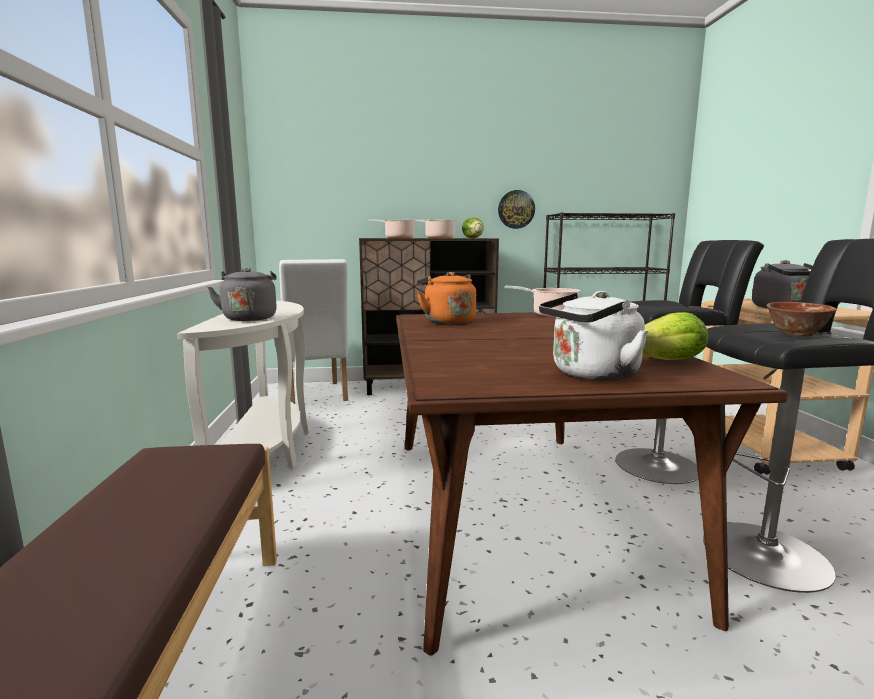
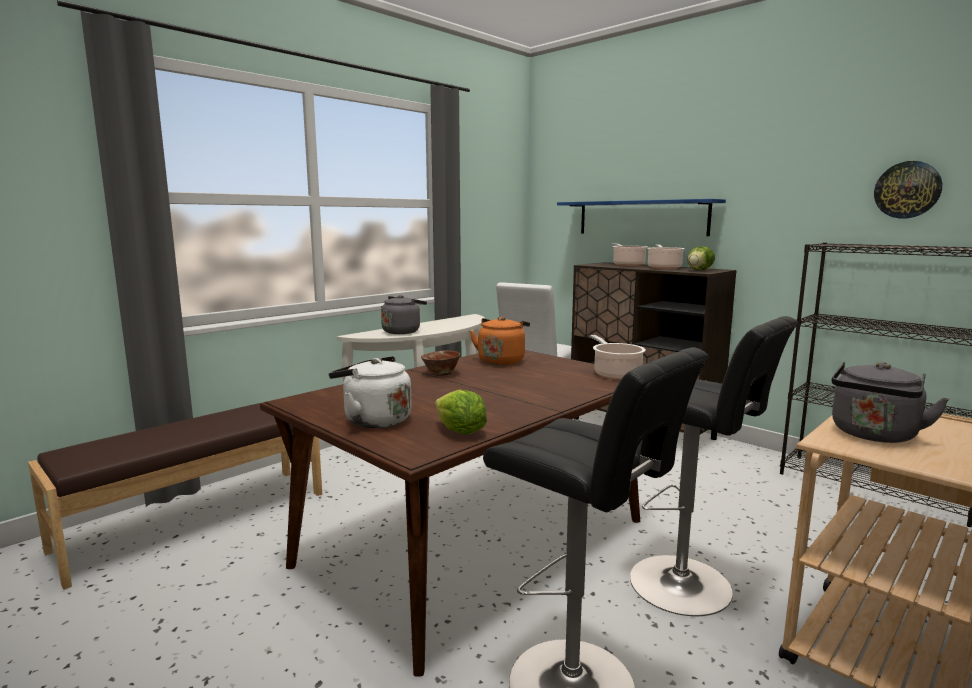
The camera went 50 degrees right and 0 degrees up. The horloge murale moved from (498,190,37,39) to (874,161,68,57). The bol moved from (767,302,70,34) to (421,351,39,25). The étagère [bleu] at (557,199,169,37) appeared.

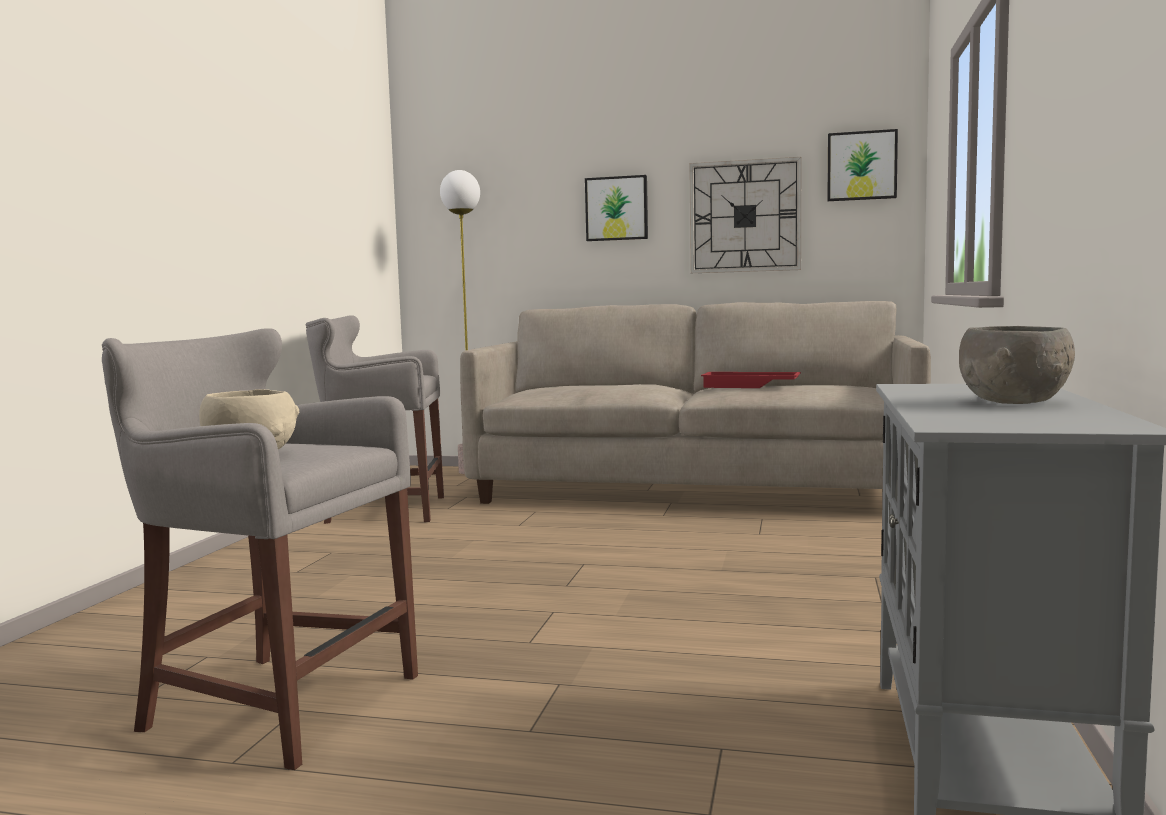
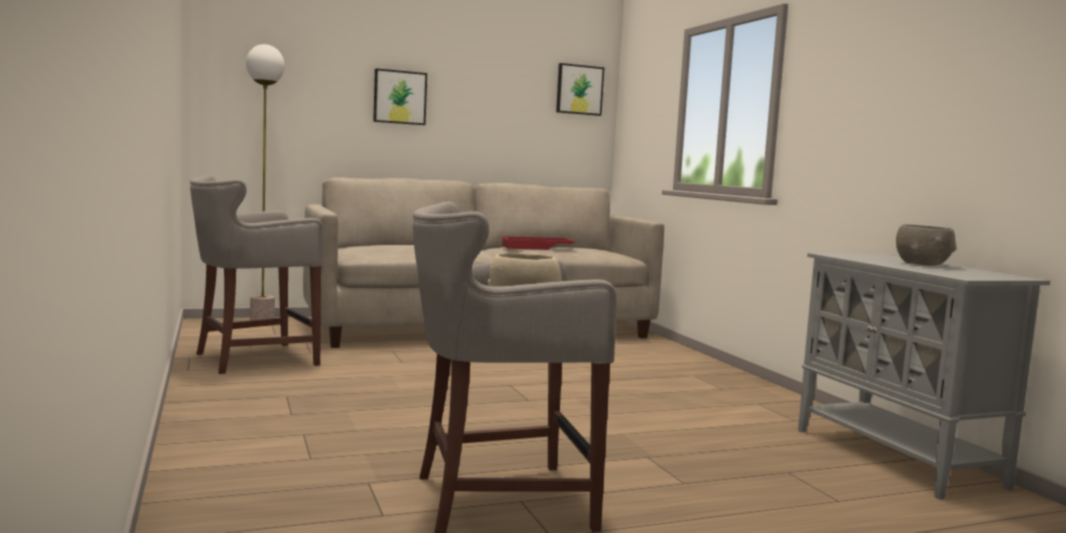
The camera went 35 degrees left and 0 degrees up. The horloge murale at (689,157,113,116) disappeared.

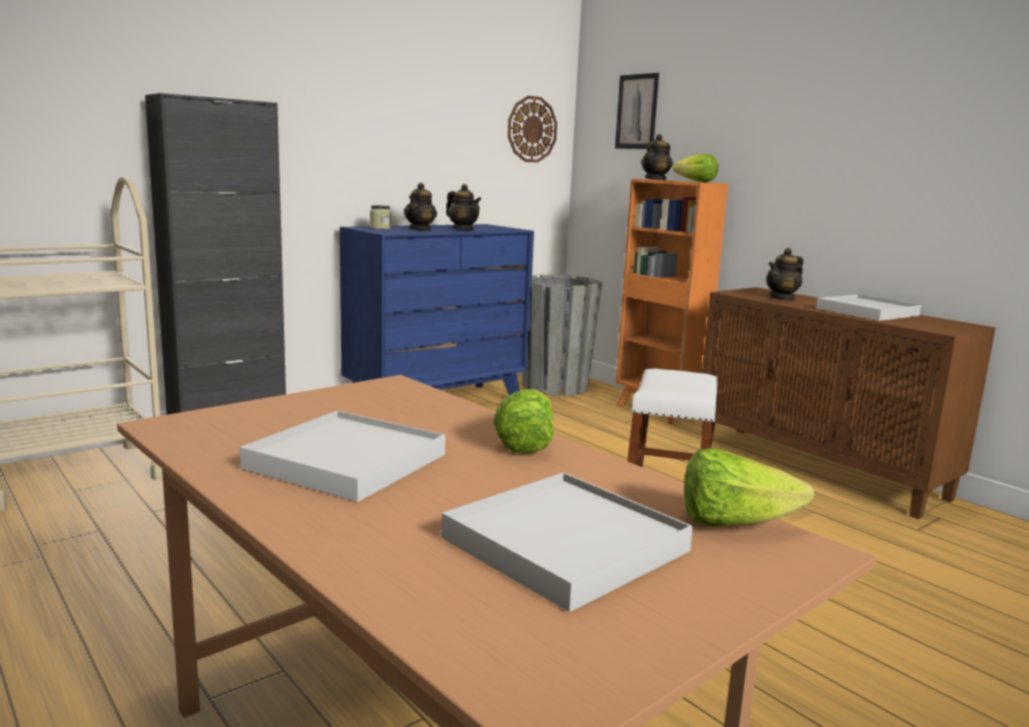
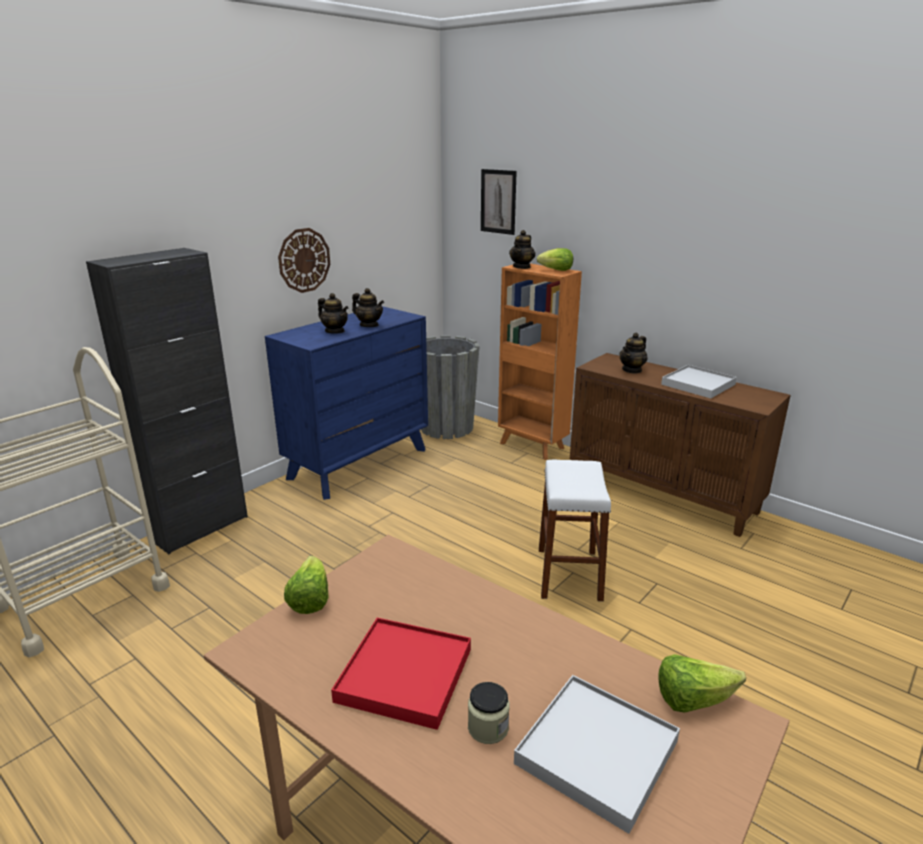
The camera went 10 degrees left and 10 degrees up. The plateau [blanc] at (240,410,205,92) became the plateau [rouge] at (331,617,140,113). The bocal moved from (370,205,21,24) to (468,682,42,62). The théière at (404,183,33,48) turned 60 degrees counterclockwise. The laitue moved from (493,389,61,65) to (284,555,44,59). The horloge murale moved from (508,96,49,67) to (278,228,52,65).

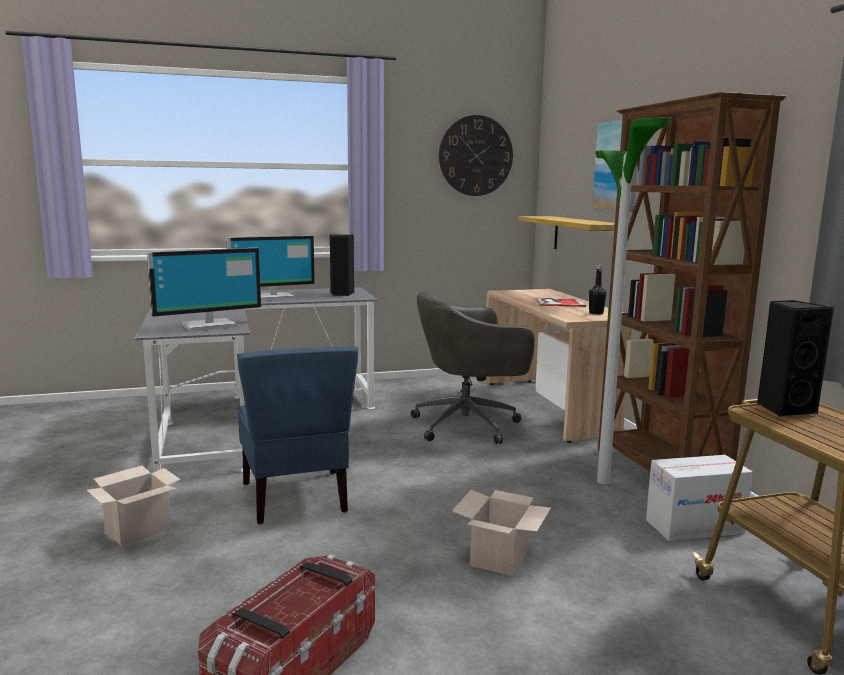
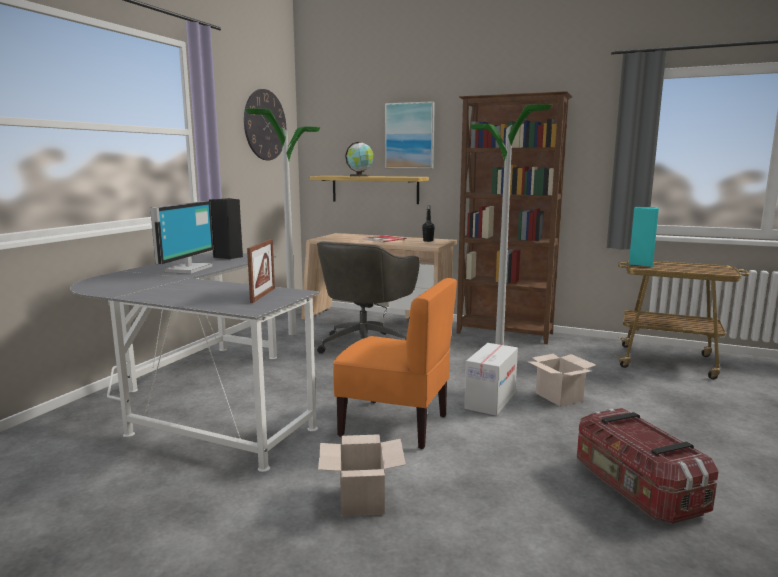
The camera went 50 degrees left and 0 degrees up. The écran d'ordinateur at (147,248,114,84) was replaced by the cadre photo at (247,239,28,64). The chaise [bleu] at (237,346,121,178) became the chaise [orange] at (333,278,124,171). The carton moved from (646,455,107,86) to (464,343,54,73). The enceinte [noir] at (757,300,77,117) became the enceinte [turquoise] at (629,207,30,60). The lampadaire at (246,108,74,227) appeared. The globe at (345,142,29,35) appeared.

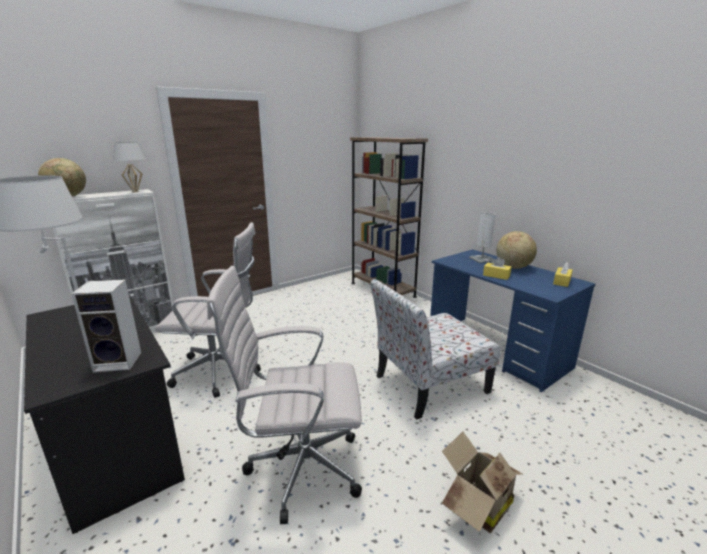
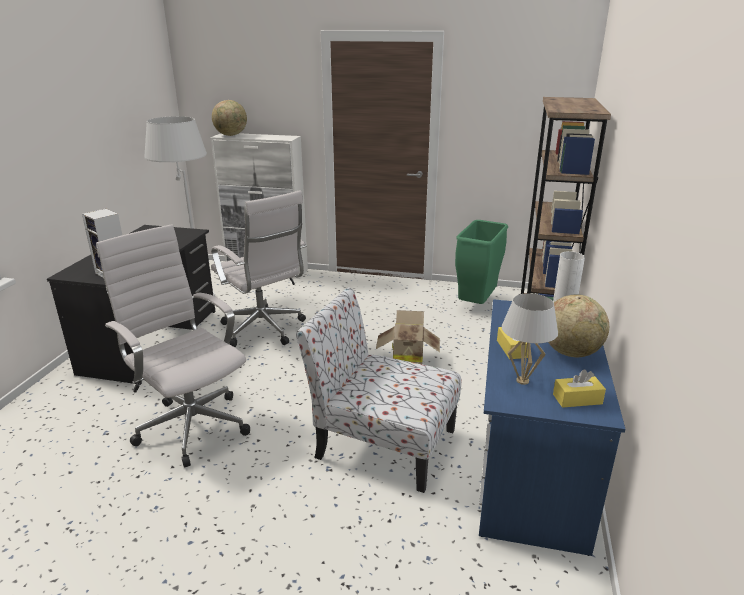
The camera went 50 degrees right and 5 degrees up. The lampe de table [blanc] moved from (113,142,32,51) to (502,293,56,92). The carton moved from (442,432,80,101) to (376,310,64,54). The poubelle [vert] at (455,220,53,84) appeared.

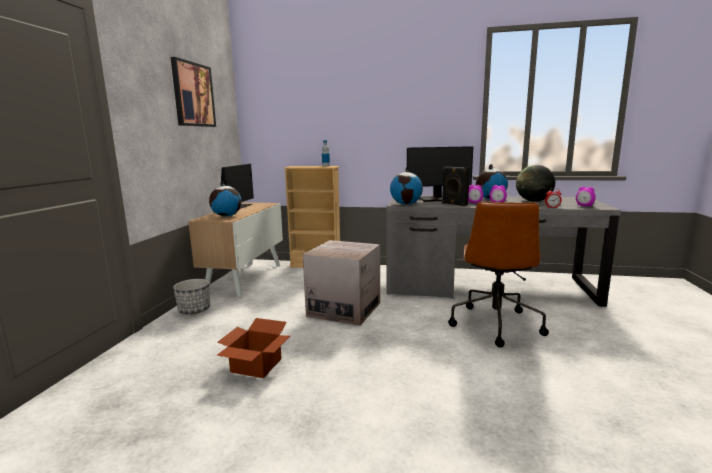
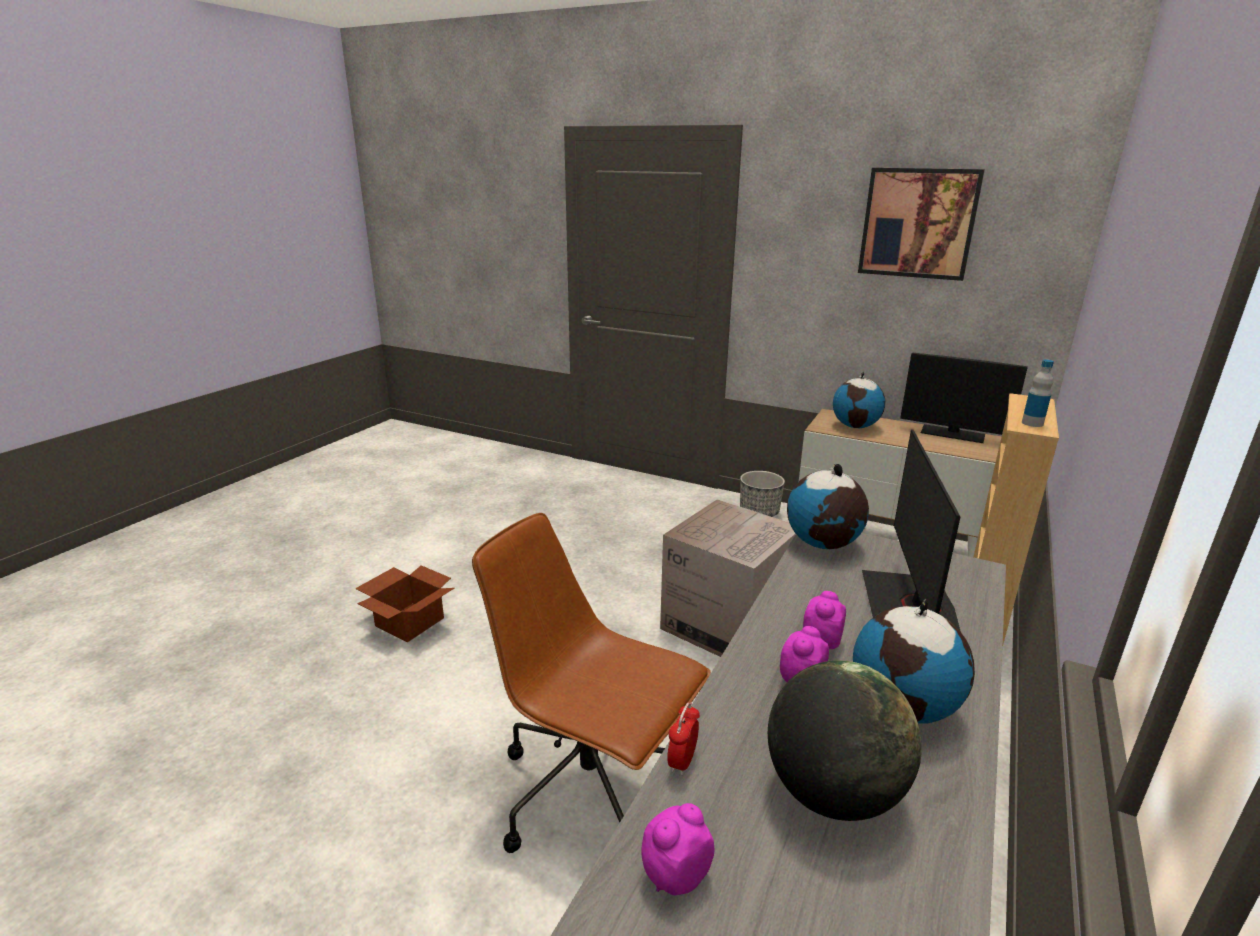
The camera went 105 degrees right and 10 degrees up. The carton moved from (216,318,74,60) to (355,565,99,78). The enceinte [noir] at (442,166,28,40) disappeared.

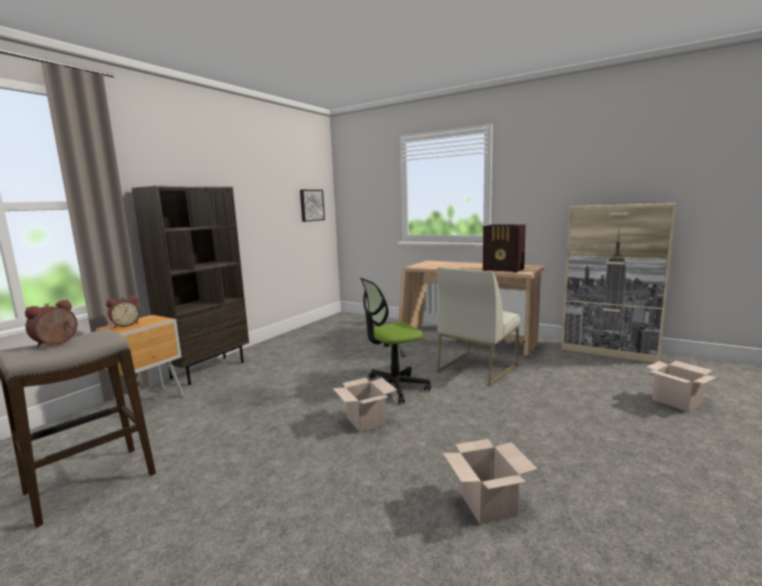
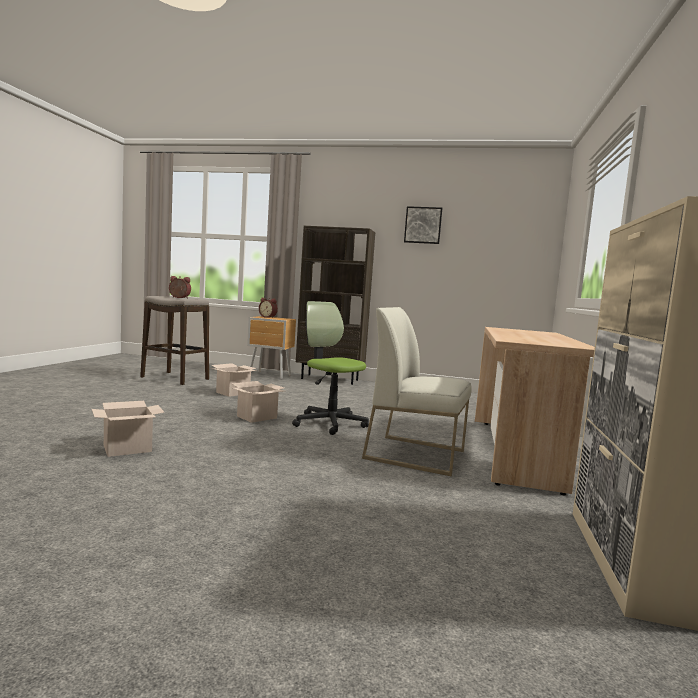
The camera went 70 degrees right and 5 degrees down. The tableau moved from (300,190,25,32) to (404,206,38,38). The radio at (483,224,43,49) disappeared. The carton moved from (646,361,70,51) to (211,363,47,34).

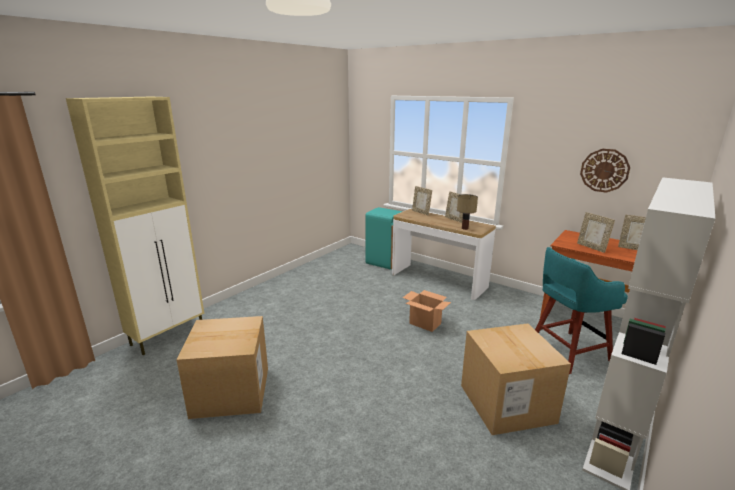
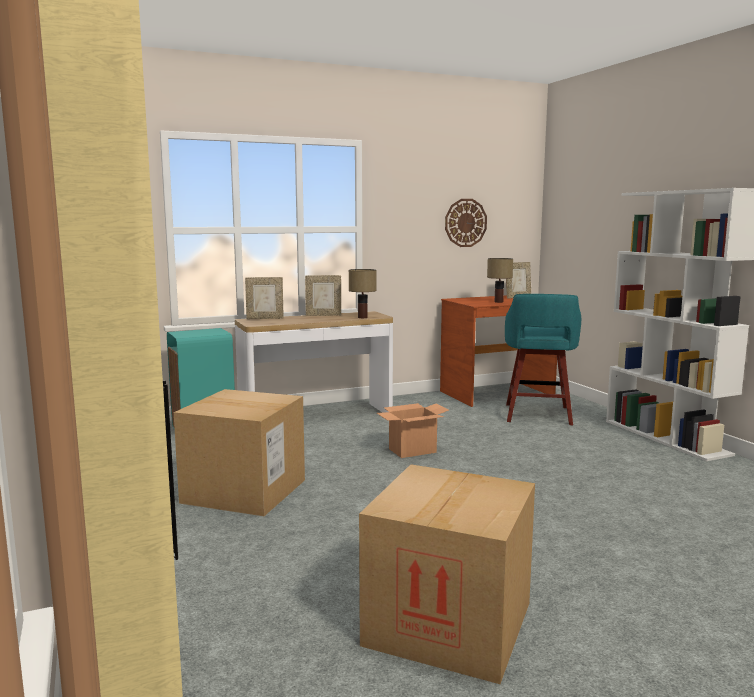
The camera went 60 degrees left and 10 degrees down. The carton moved from (461,324,110,111) to (174,389,131,127). The cadre photo at (577,212,38,41) was replaced by the lampe de table at (487,258,26,45).

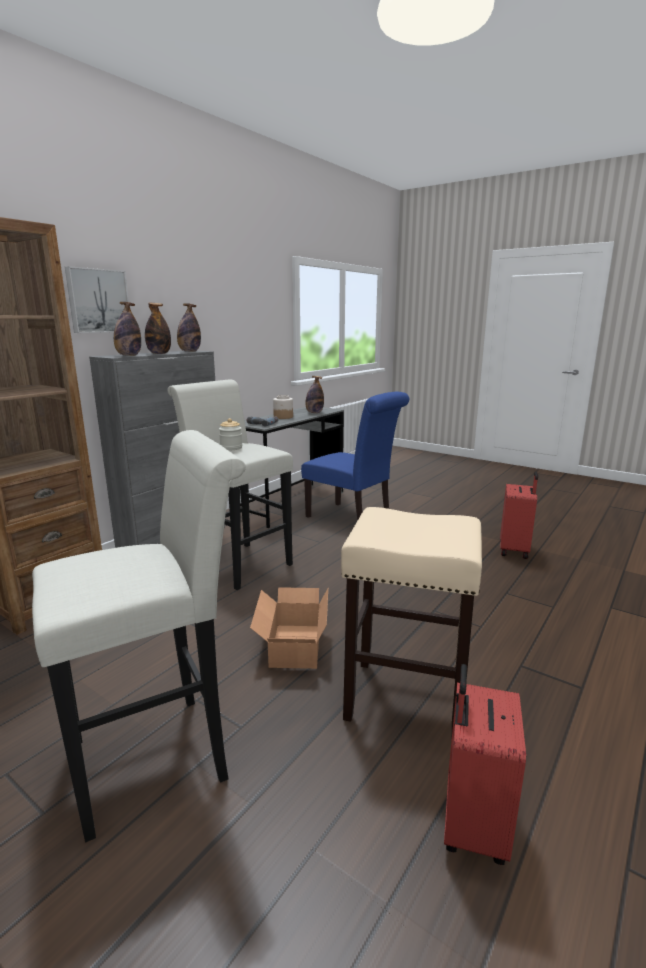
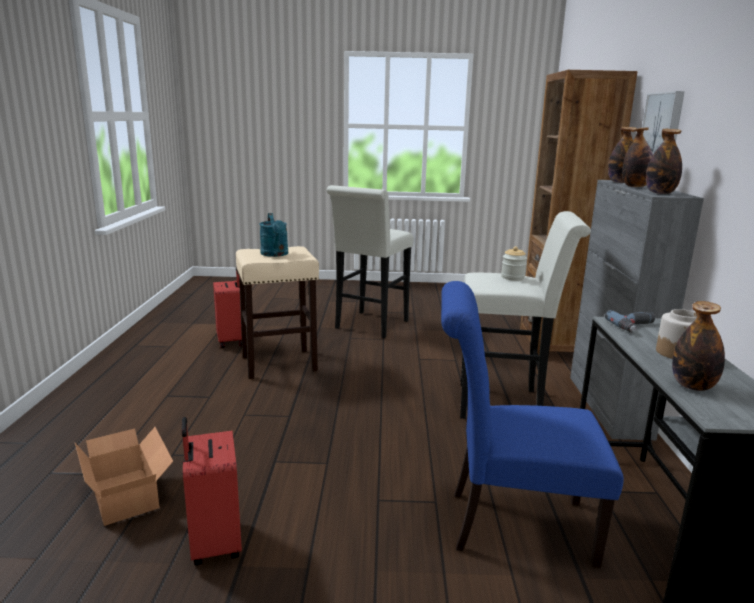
The camera went 145 degrees right and 0 degrees up. The carton moved from (250,587,78,82) to (75,427,98,99). The arrosoir [turquoise] at (260,213,28,44) appeared.

